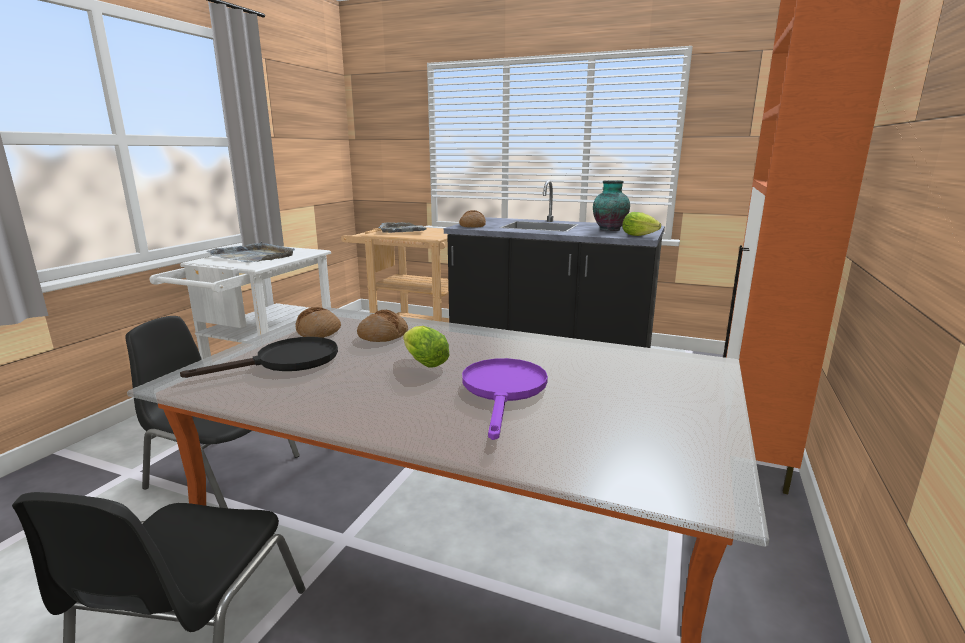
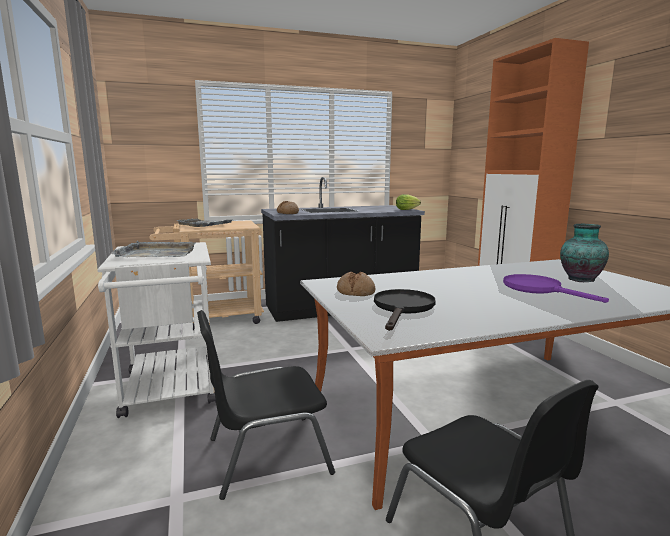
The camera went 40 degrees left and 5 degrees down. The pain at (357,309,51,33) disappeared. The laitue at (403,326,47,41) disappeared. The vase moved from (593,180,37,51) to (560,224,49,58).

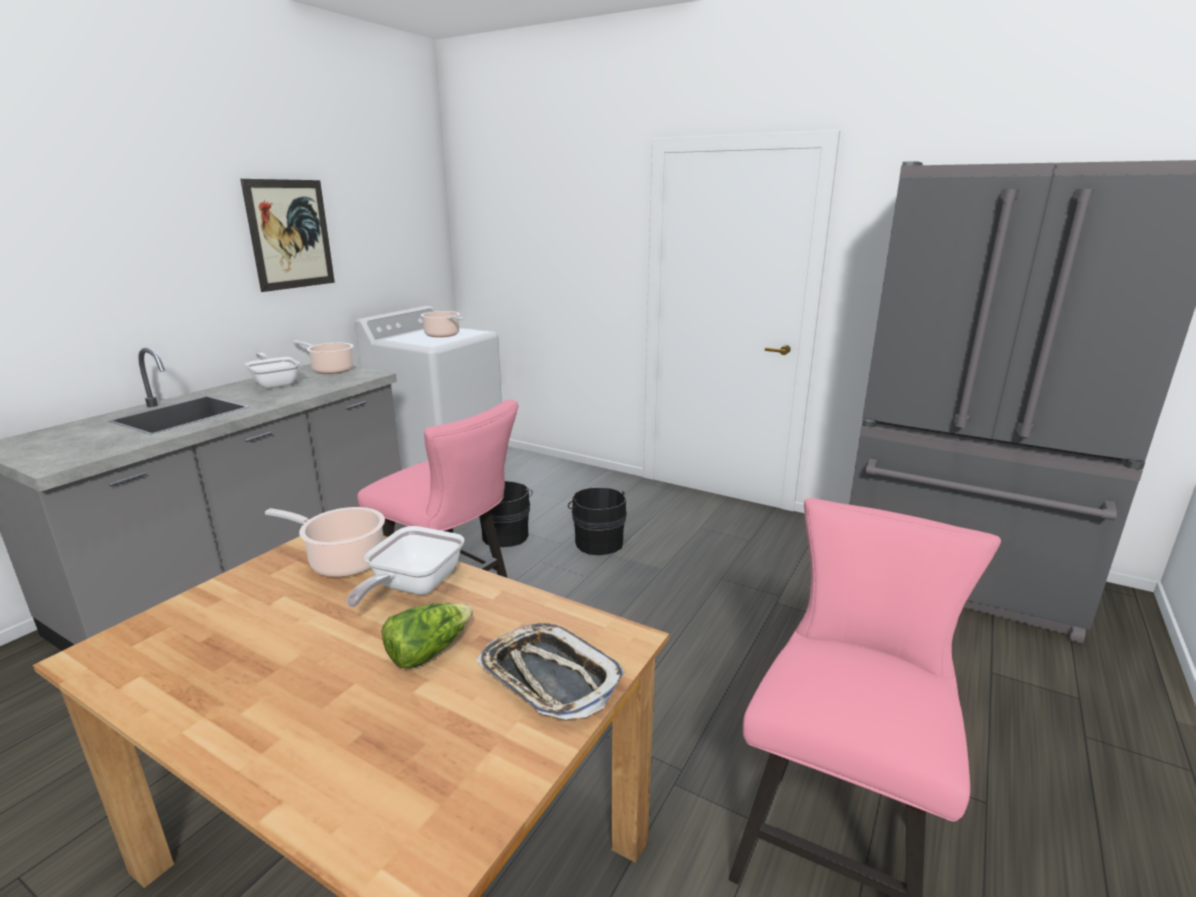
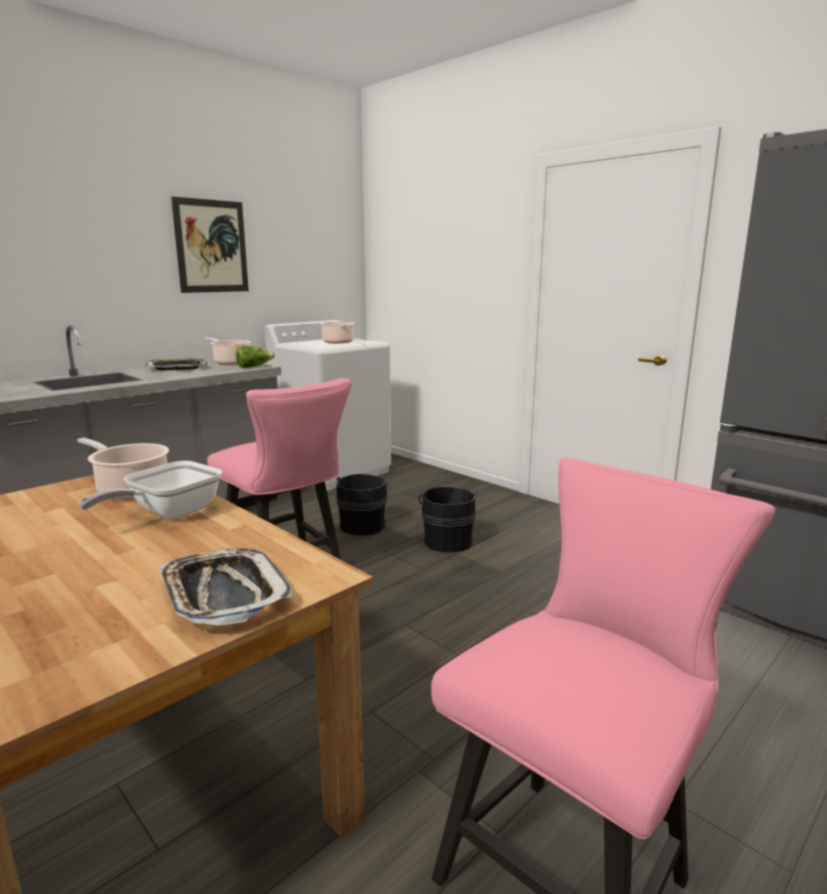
The camera went 15 degrees right and 5 degrees down. The poêle at (245,353,55,36) was replaced by the plateau at (145,358,62,13). The laitue moved from (381,603,92,66) to (236,346,39,22).

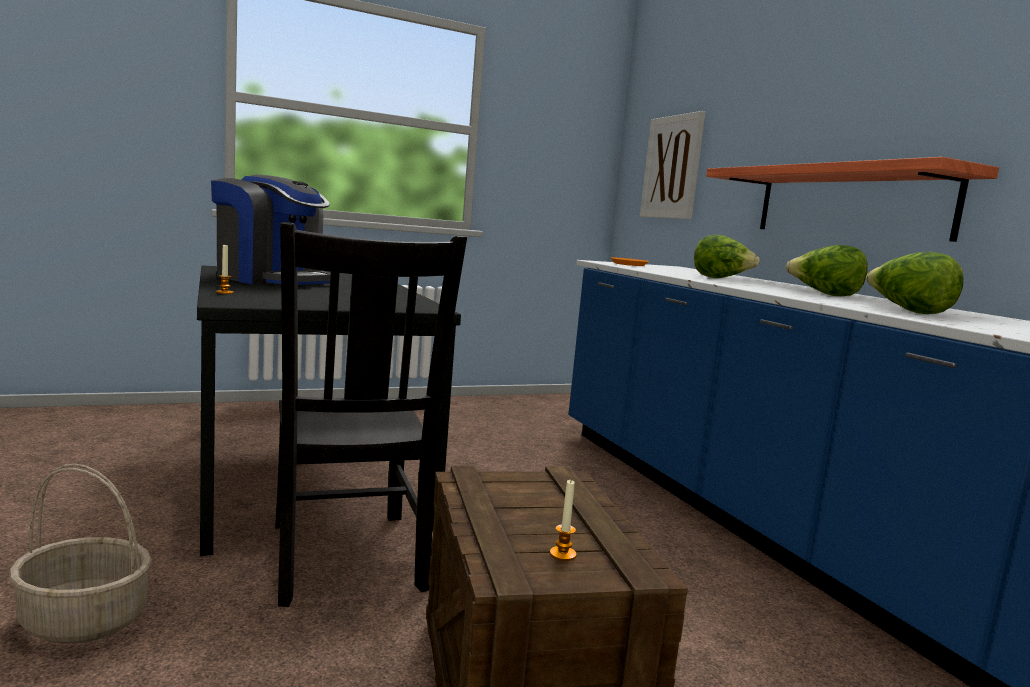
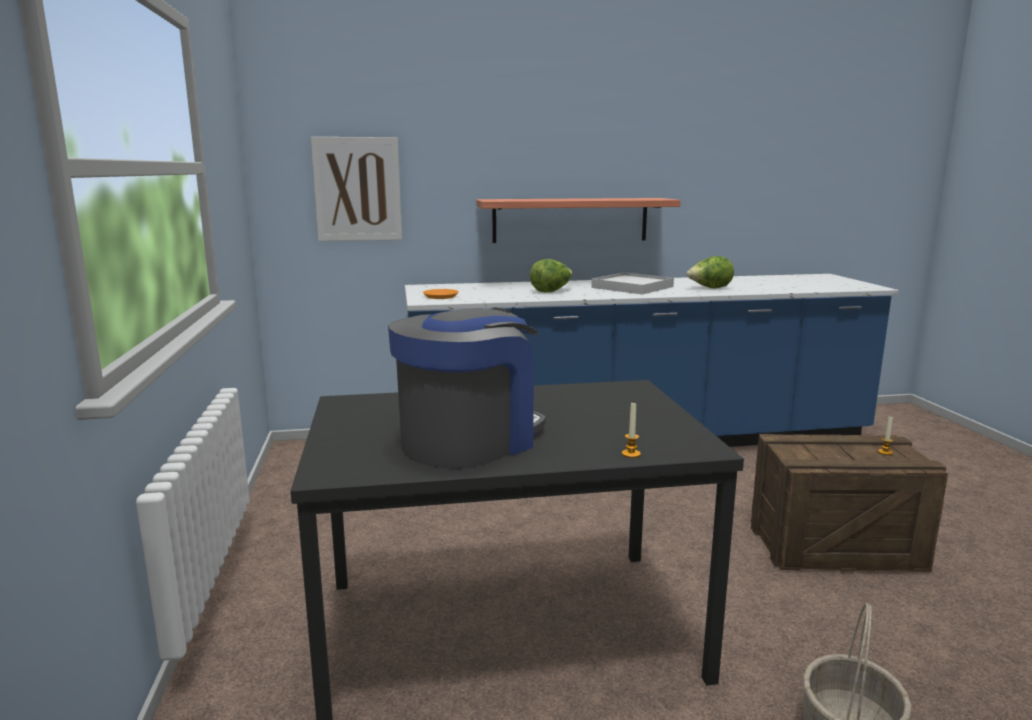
The camera went 75 degrees left and 5 degrees up. The chaise [noir] at (275,222,192,385) disappeared. The laitue at (786,245,82,51) was replaced by the plateau [blanc] at (591,272,83,22).

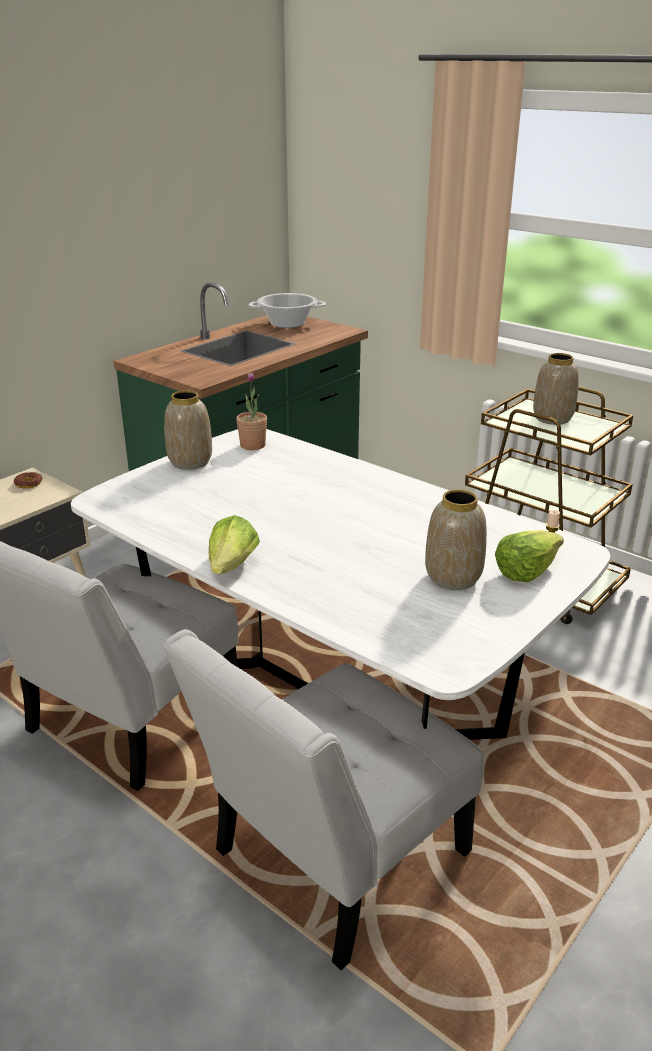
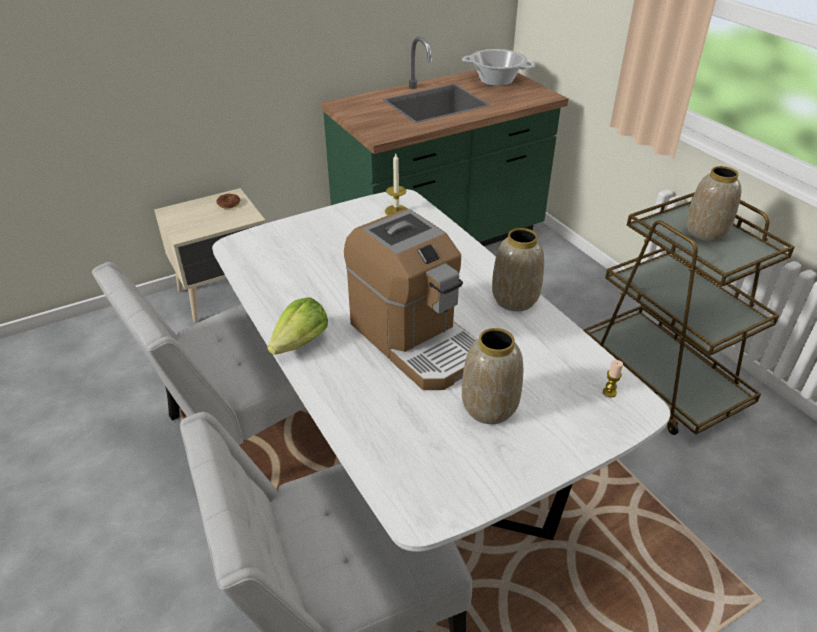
The camera went 20 degrees right and 10 degrees up. The vase moved from (164,390,48,80) to (492,228,52,83). The plante en pot at (236,372,31,78) was replaced by the bougie at (385,154,22,61). The laitue at (495,530,69,52) disappeared. The machine à café at (344,209,133,181) appeared.

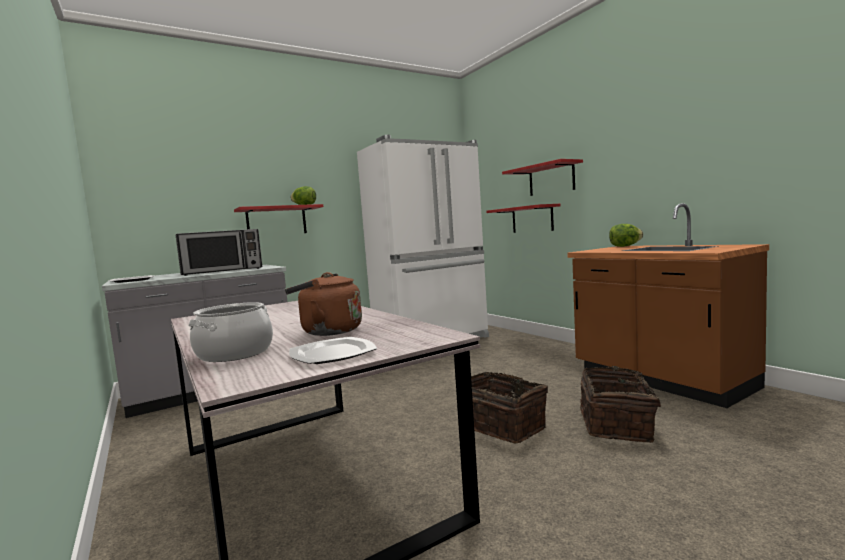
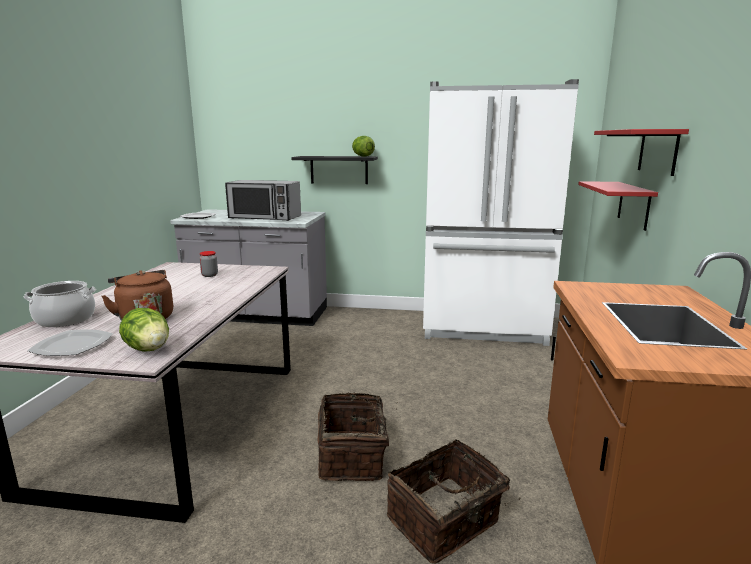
The camera went 40 degrees right and 10 degrees up. The étagère [rouge] at (234,204,89,29) became the étagère [noir] at (291,156,87,28). The laitue moved from (609,224,34,23) to (119,308,50,44). The bocal at (199,251,19,26) appeared.

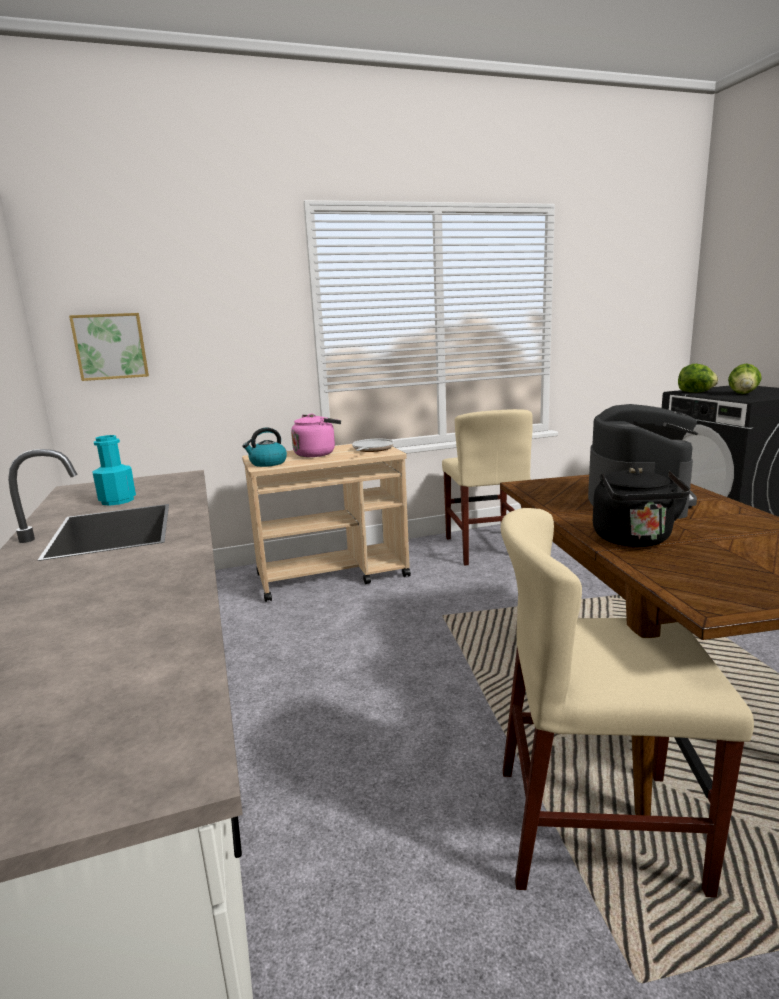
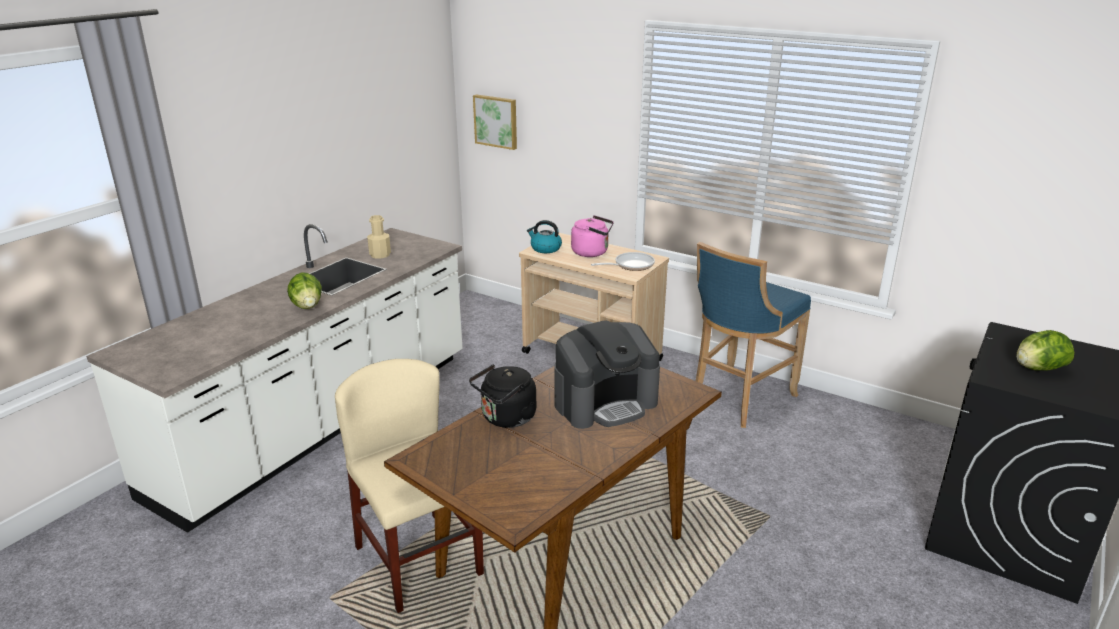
The camera went 50 degrees right and 10 degrees up. The bouteille [turquoise] at (92,435,44,71) became the bouteille [beige] at (367,215,24,44). The chaise [beige] at (442,409,90,157) was replaced by the tabouret [bleu] at (696,242,115,186). The laitue moved from (678,364,40,29) to (287,272,35,37).

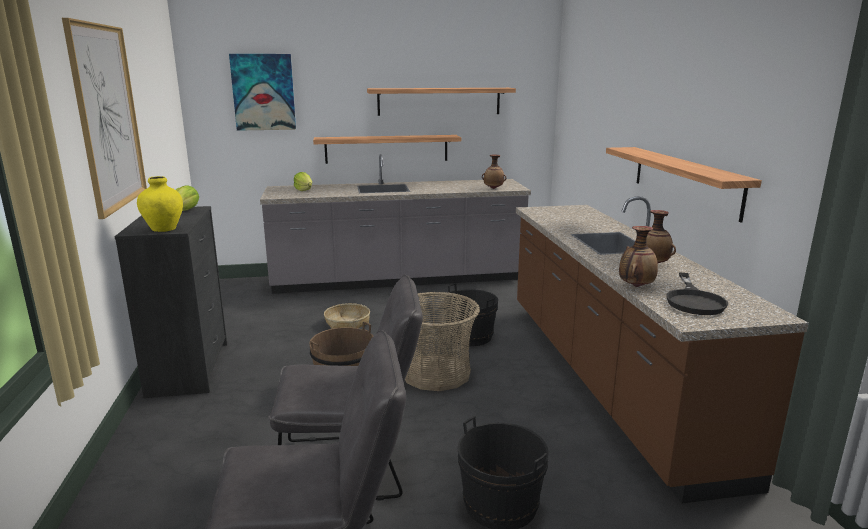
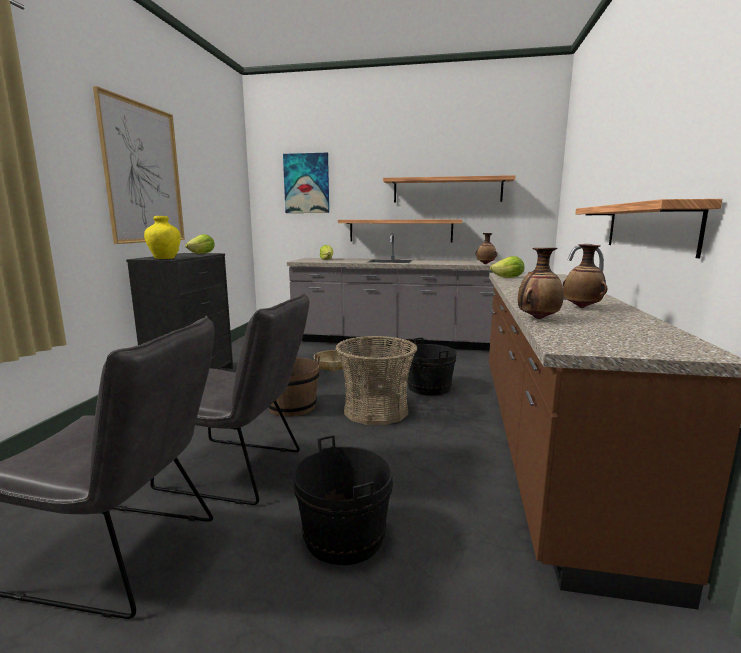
The camera went 20 degrees right and 5 degrees down. The poêle [noir] at (666,273,62,42) disappeared. The laitue at (490,256,35,22) appeared.

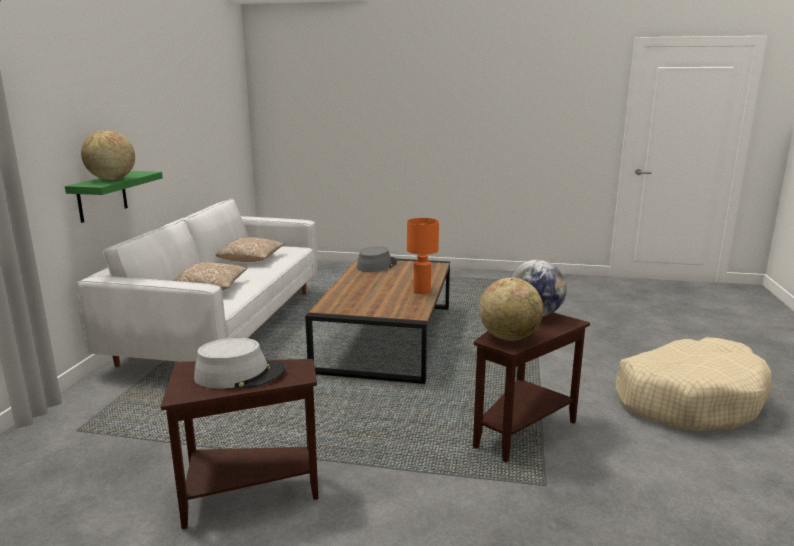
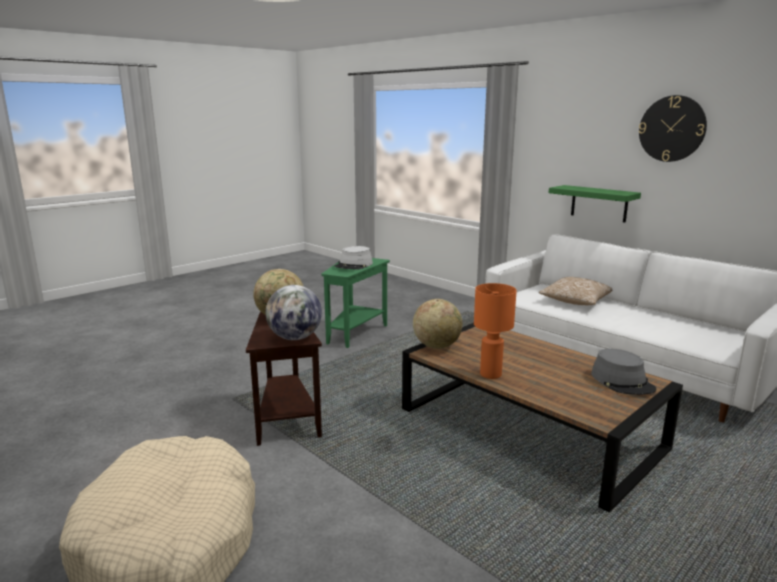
The camera went 125 degrees right and 0 degrees up. The globe moved from (81,130,54,50) to (413,299,50,50). The table d'appoint [marron] at (161,359,157,170) became the table d'appoint [vert] at (321,258,69,90). The coussin at (216,237,69,25) disappeared. The horloge murale at (639,95,68,67) appeared.

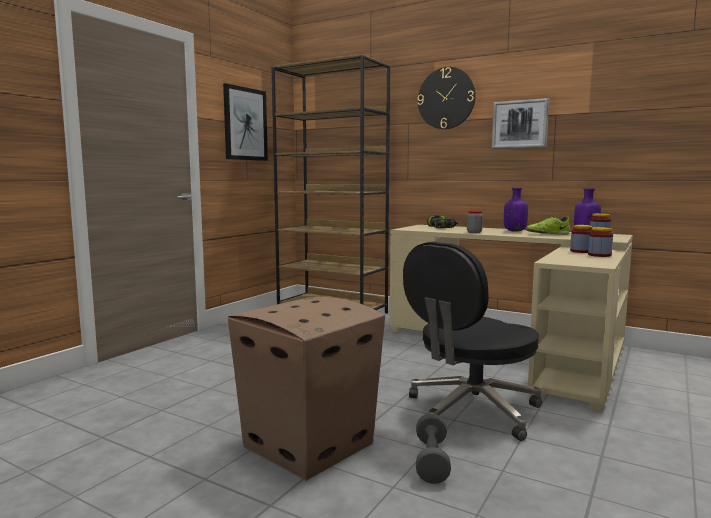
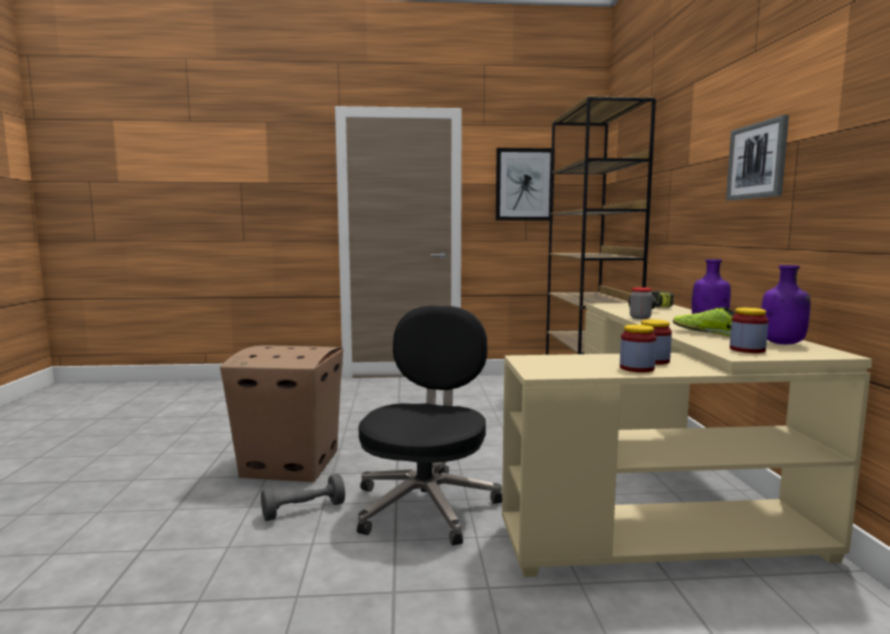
The camera went 55 degrees right and 0 degrees up. The chaise de bureau [noir] at (403,242,139,199) turned 90 degrees clockwise. The horloge murale at (418,67,58,62) disappeared.

